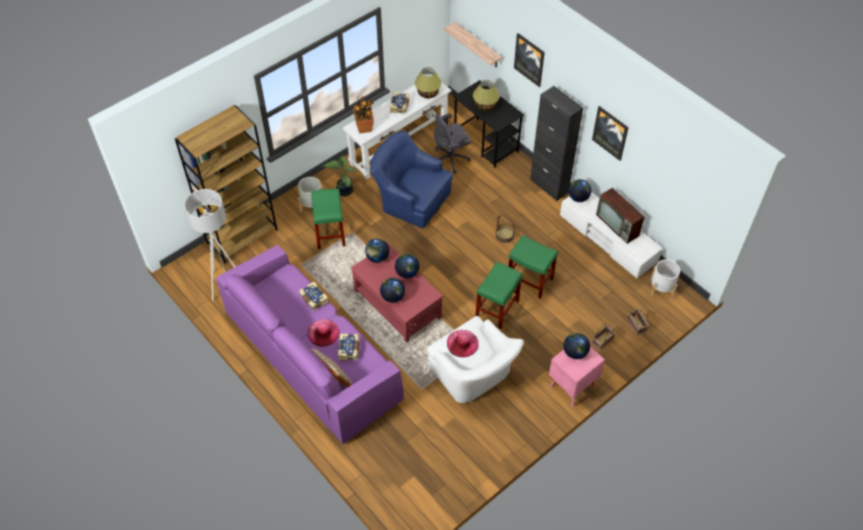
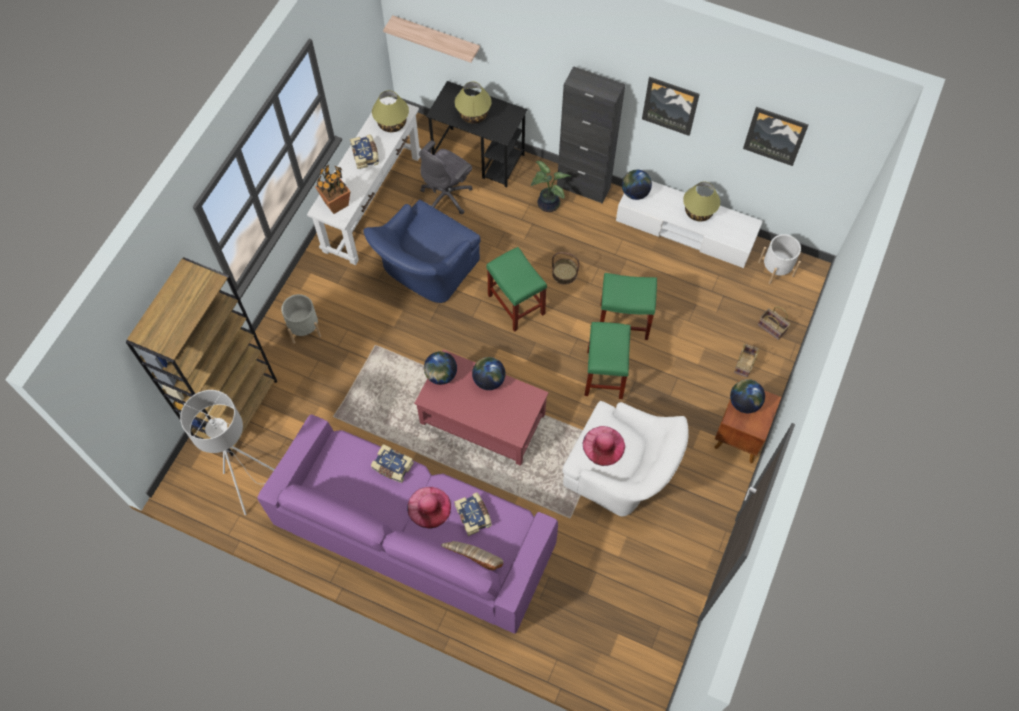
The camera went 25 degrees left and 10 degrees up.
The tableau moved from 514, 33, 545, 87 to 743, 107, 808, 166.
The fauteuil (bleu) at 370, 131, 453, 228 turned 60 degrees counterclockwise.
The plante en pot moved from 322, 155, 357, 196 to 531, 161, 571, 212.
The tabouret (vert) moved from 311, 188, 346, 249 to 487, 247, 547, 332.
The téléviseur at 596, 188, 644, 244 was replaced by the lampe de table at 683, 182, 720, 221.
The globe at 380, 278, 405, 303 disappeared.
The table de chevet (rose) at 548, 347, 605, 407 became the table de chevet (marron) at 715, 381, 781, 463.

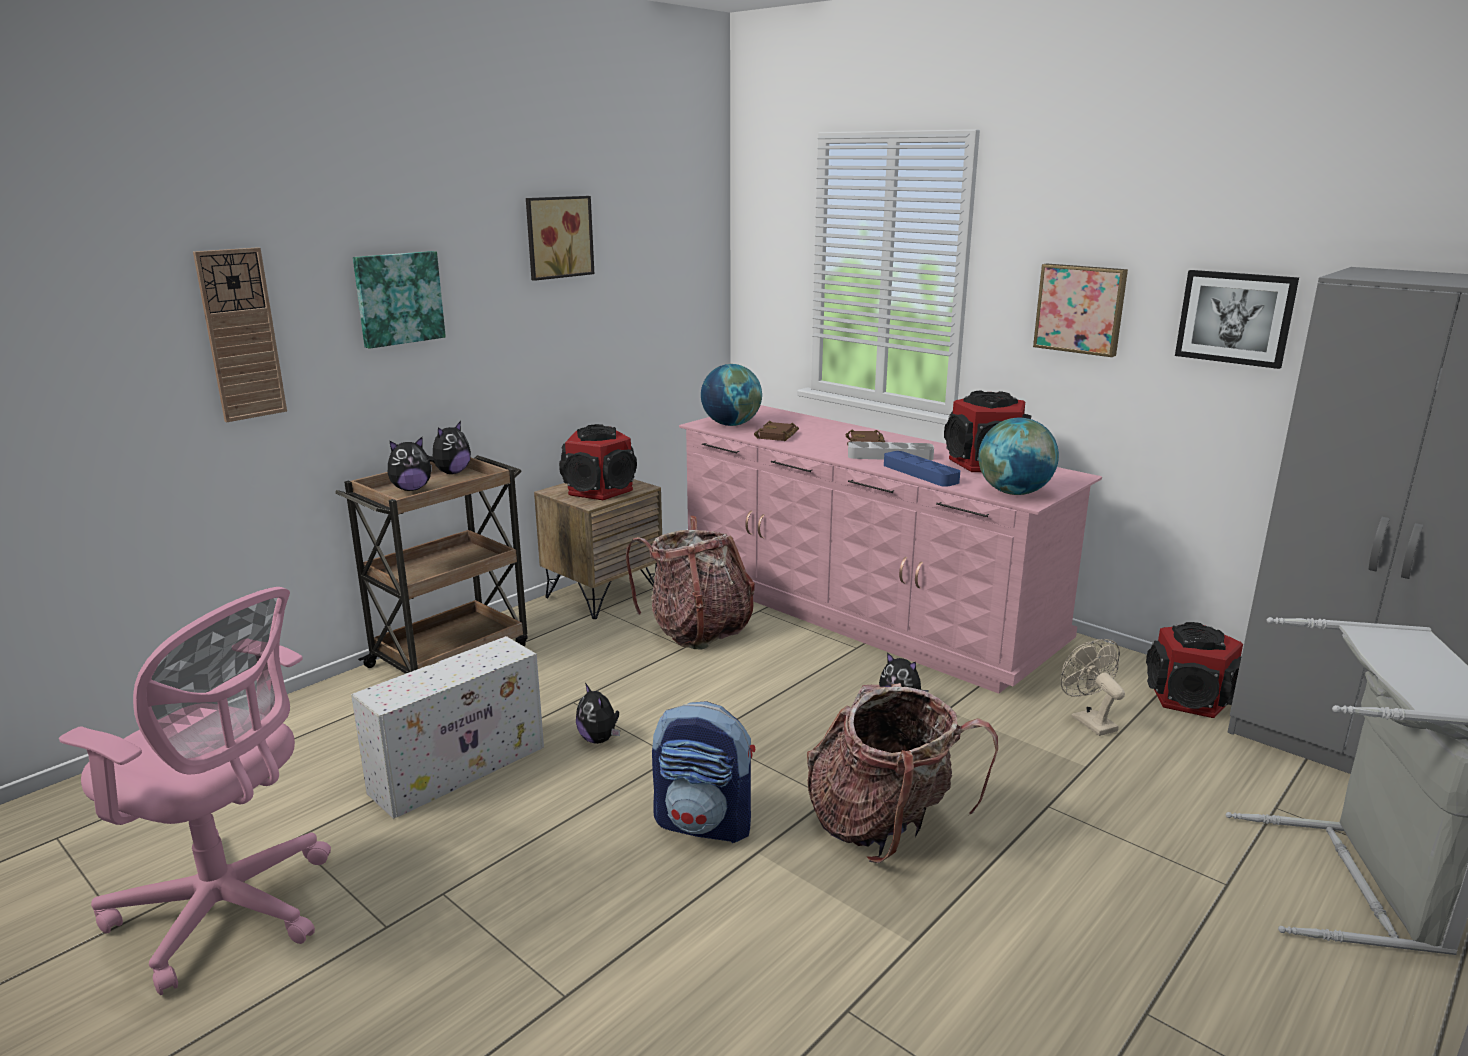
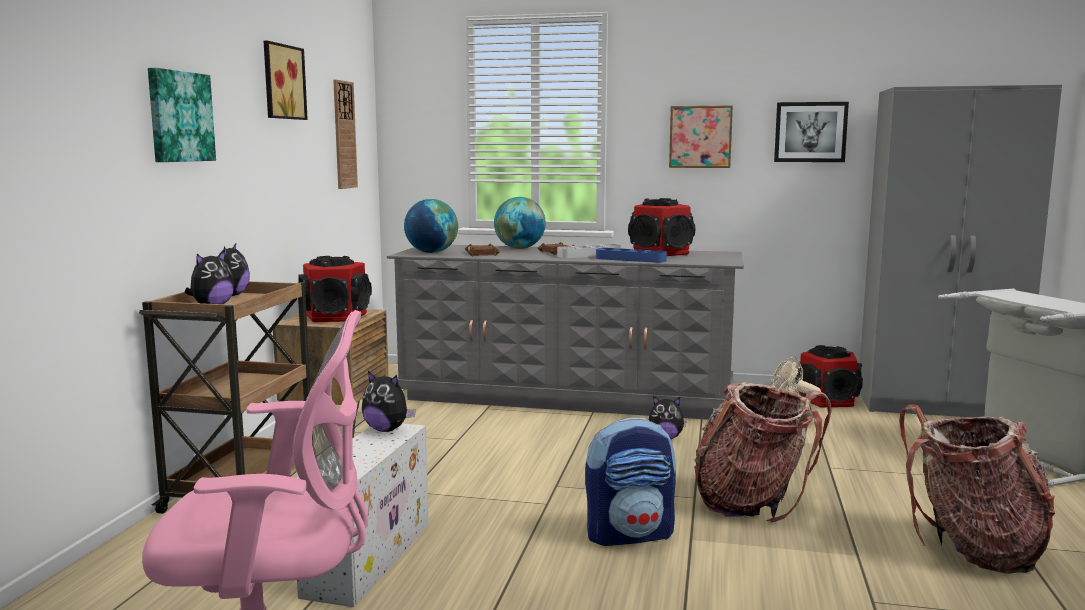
The camera went 30 degrees left and 10 degrees down.
The horloge murale moved from 193, 247, 287, 422 to 333, 80, 358, 189.
The commode (rose) at 679, 405, 1102, 694 became the commode (gris) at 387, 245, 744, 420.
The globe moved from 978, 418, 1059, 495 to 494, 197, 546, 249.
The sac à dos moved from 626, 516, 755, 649 to 899, 404, 1055, 574.
The peluche moved from 576, 683, 620, 744 to 362, 371, 416, 432.

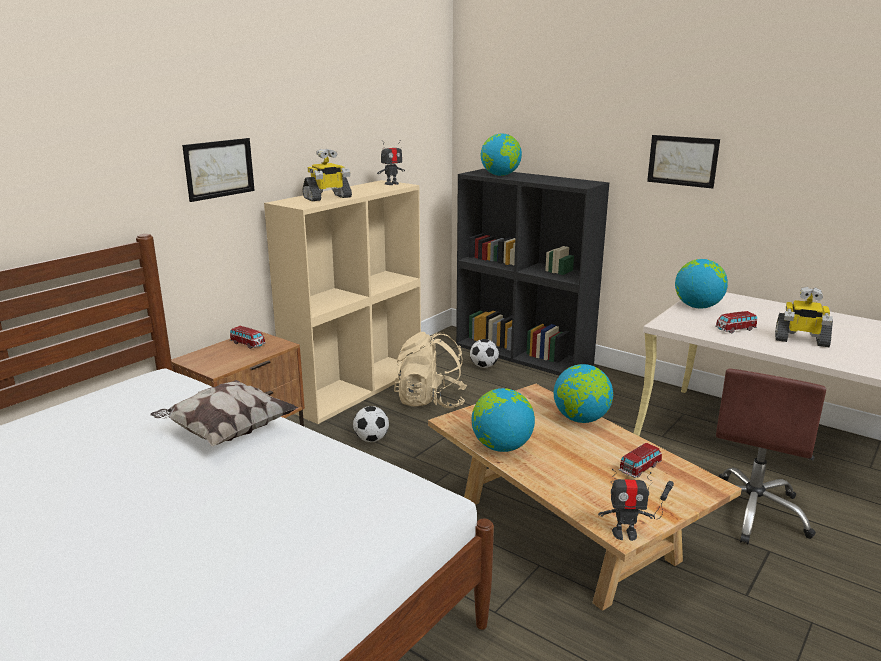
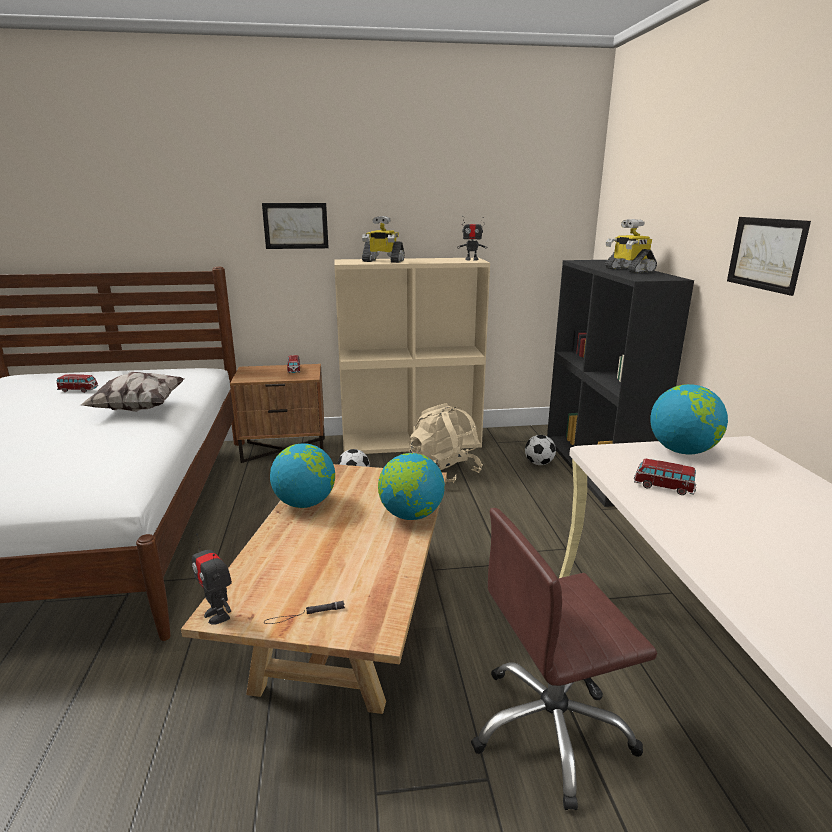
The camera went 45 degrees right and 0 degrees up.
The globe at 481, 133, 522, 176 disappeared.
The robot jouet moved from 775, 287, 833, 347 to 605, 219, 657, 273.
The petite voiture moved from 618, 443, 662, 478 to 56, 374, 99, 393.

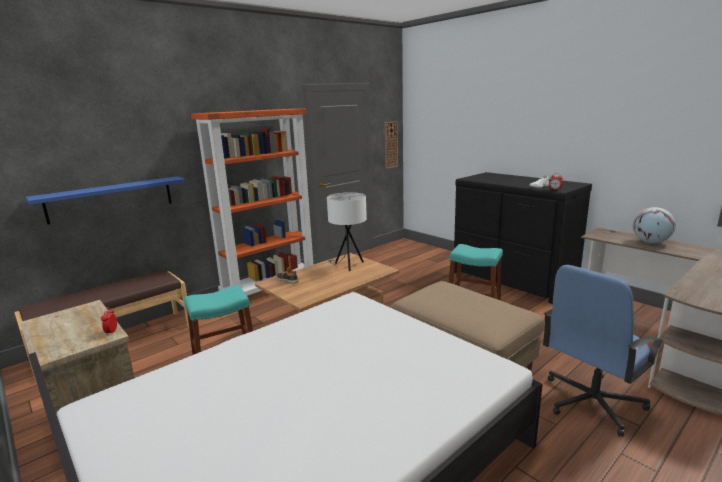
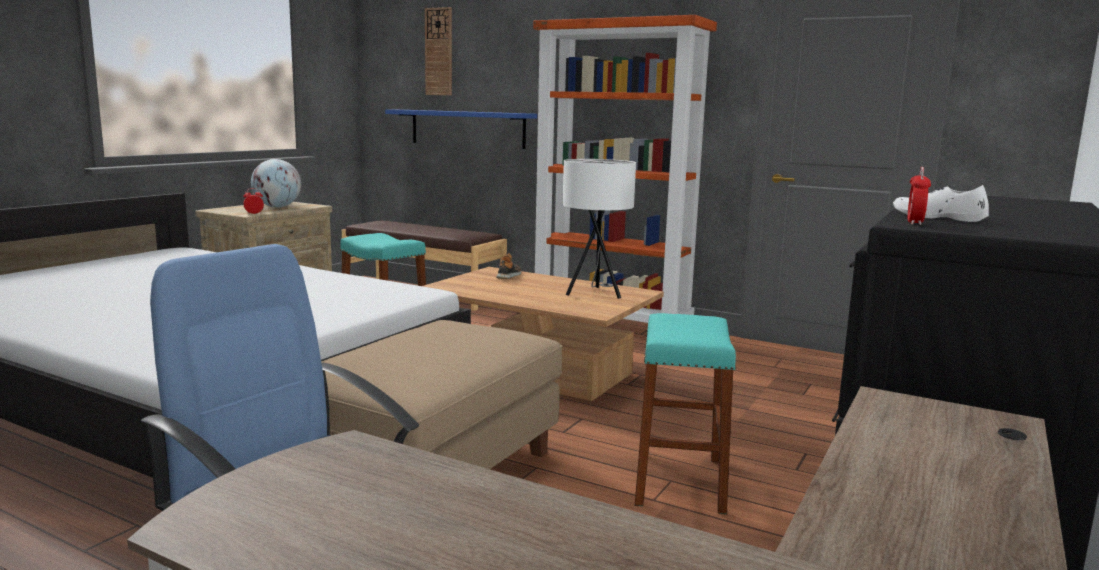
The camera went 70 degrees right and 5 degrees down.
The horloge murale moved from 385, 121, 398, 169 to 425, 7, 452, 95.
The globe moved from 633, 207, 676, 243 to 251, 159, 301, 207.

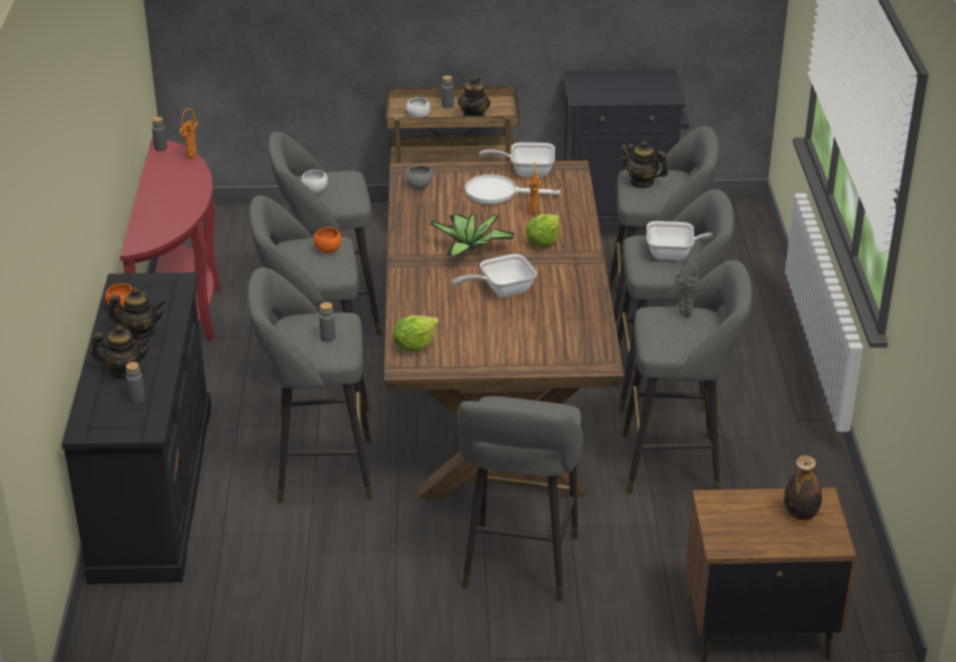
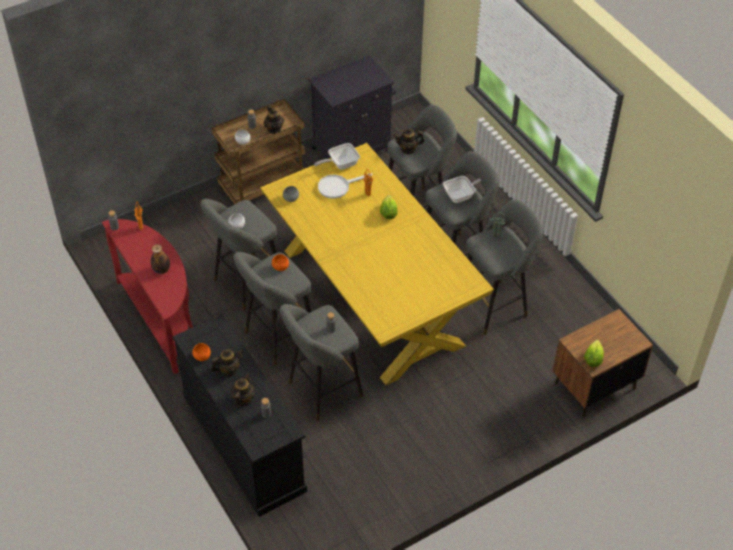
The camera went 30 degrees left and 15 degrees up.
The table à manger (marron) at 384, 161, 624, 499 became the table à manger (jaune) at 260, 143, 494, 385.
The plante en pot at 431, 214, 515, 257 disappeared.
The poêle at 452, 254, 537, 297 disappeared.
The laitue moved from 393, 315, 439, 352 to 584, 340, 604, 367.
The théière at 91, 325, 150, 378 turned 45 degrees counterclockwise.
The tabouret (gris) at 458, 396, 584, 602 disappeared.
The bouteille moved from 784, 455, 822, 520 to 150, 244, 170, 274.

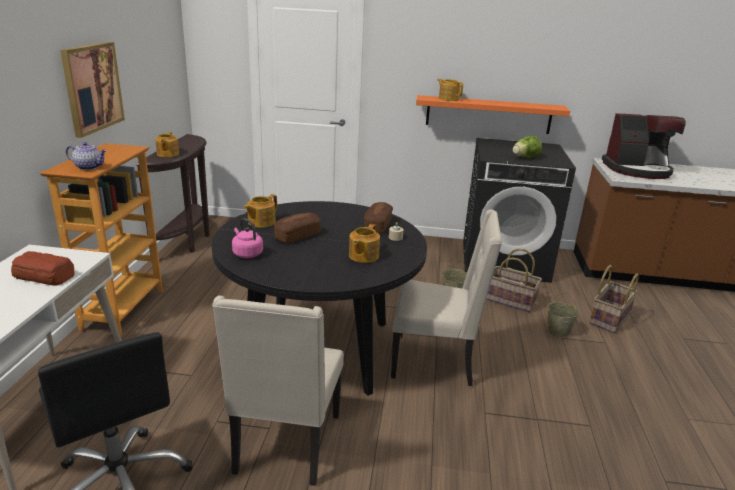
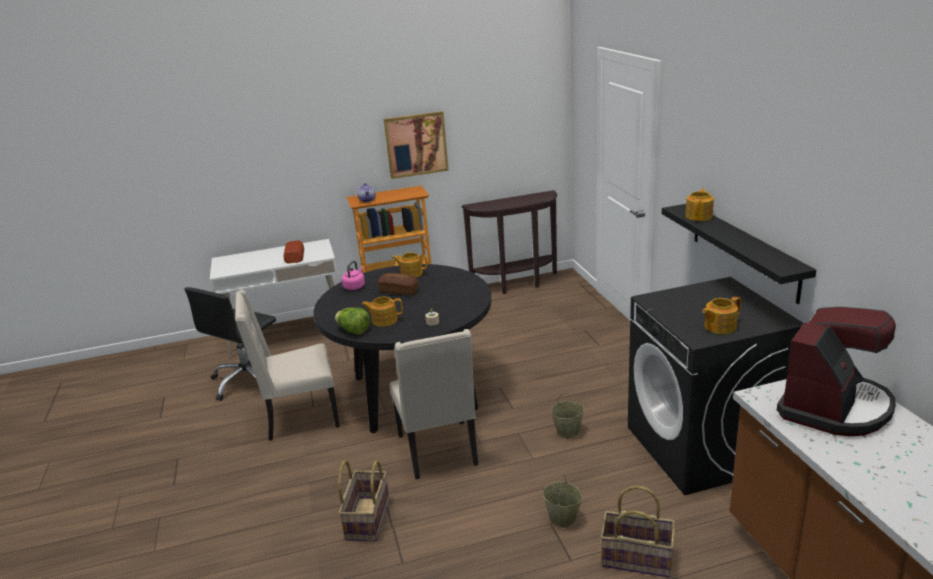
The camera went 70 degrees right and 0 degrees up.
The étagère (orange) at 416, 95, 570, 134 became the étagère (noir) at 662, 204, 816, 304.
The machine à café at 602, 113, 686, 179 turned 120 degrees counterclockwise.
The théière moved from 155, 132, 179, 157 to 702, 296, 741, 334.
The laitue moved from 513, 136, 542, 158 to 335, 308, 370, 335.
The pain at 364, 202, 393, 233 disappeared.
The panier moved from 486, 248, 542, 313 to 338, 460, 390, 541.

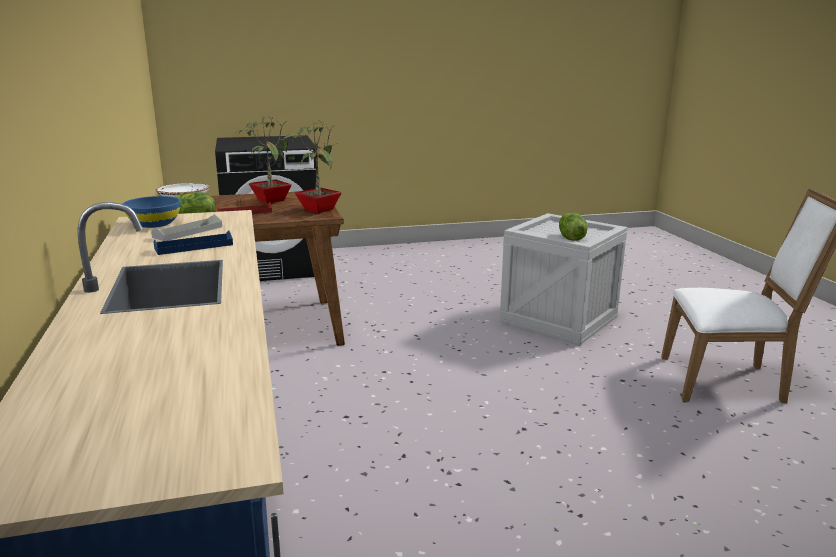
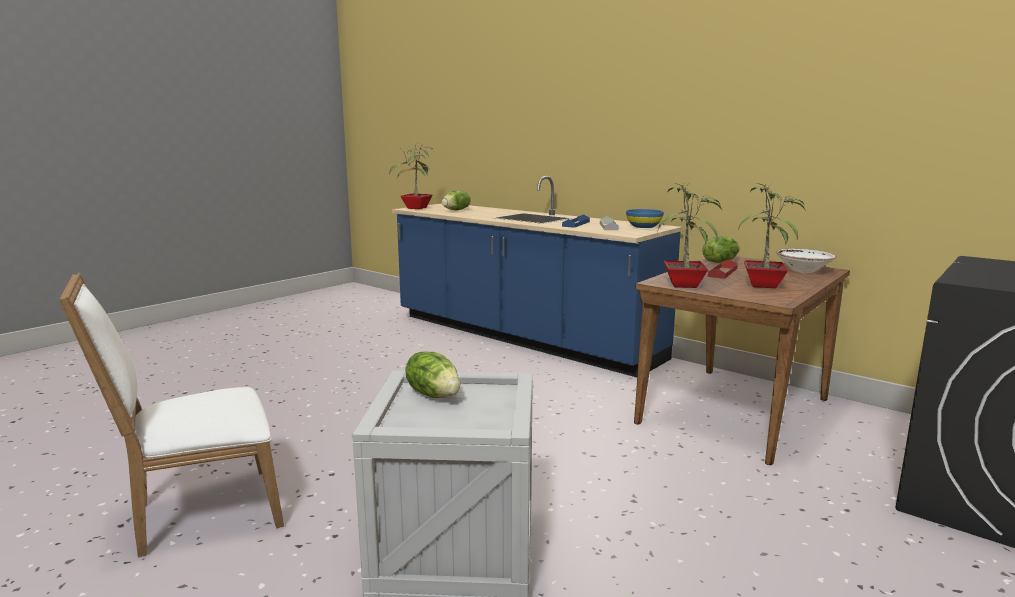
The camera went 145 degrees right and 5 degrees down.
The plante en pot at 389, 143, 434, 209 appeared.
The laitue at 442, 190, 471, 210 appeared.

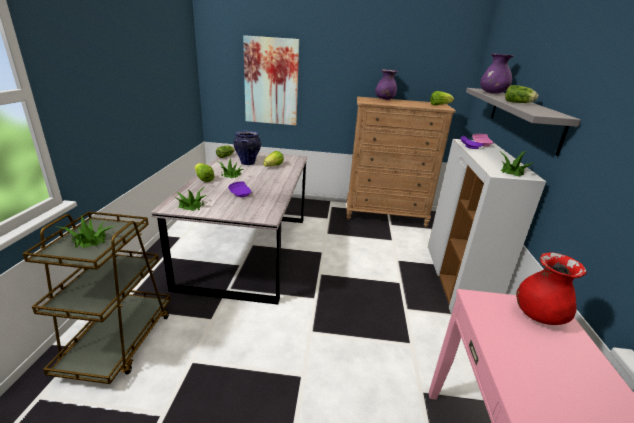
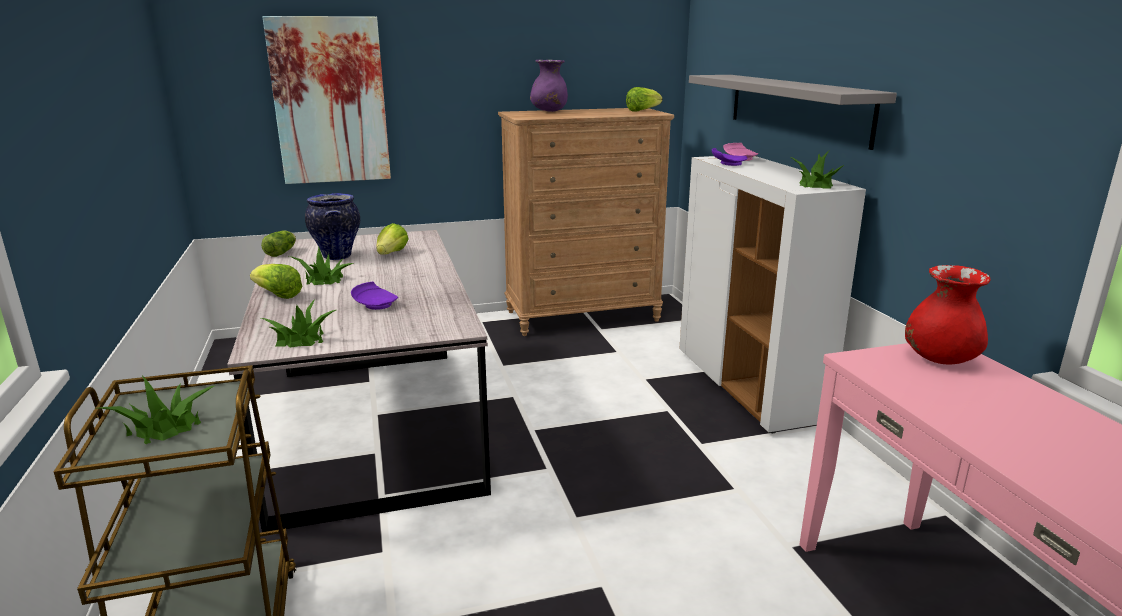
The camera went 20 degrees left and 5 degrees down.
The vase (violet) at 480, 54, 514, 94 disappeared.
The laitue at 505, 85, 538, 103 disappeared.

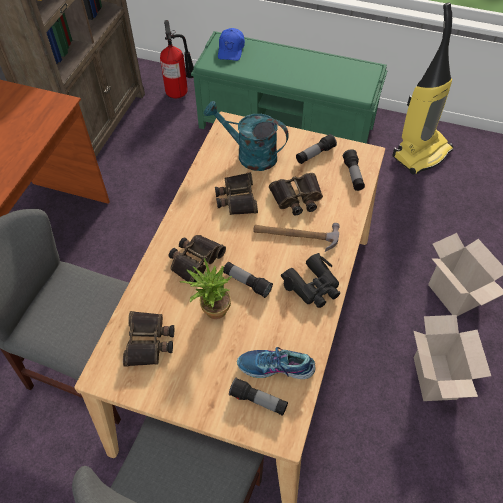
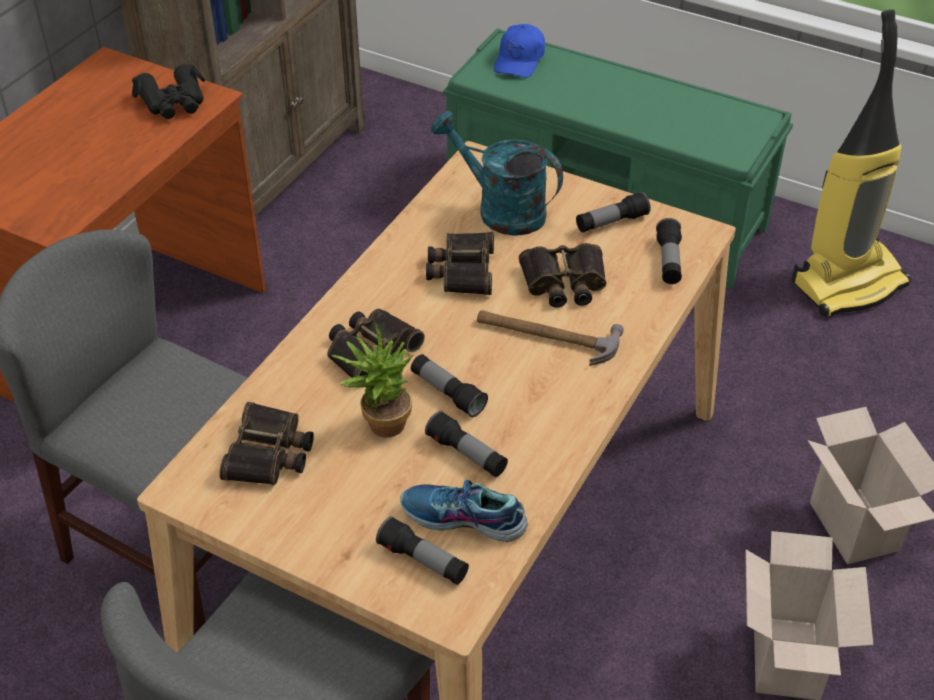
The camera went 10 degrees right and 10 degrees down.
The extincteur at 160, 20, 194, 98 disappeared.
The jumelles (noir) moved from 281, 253, 340, 308 to 132, 64, 205, 119.
The lampe de poche at 425, 411, 508, 477 appeared.

